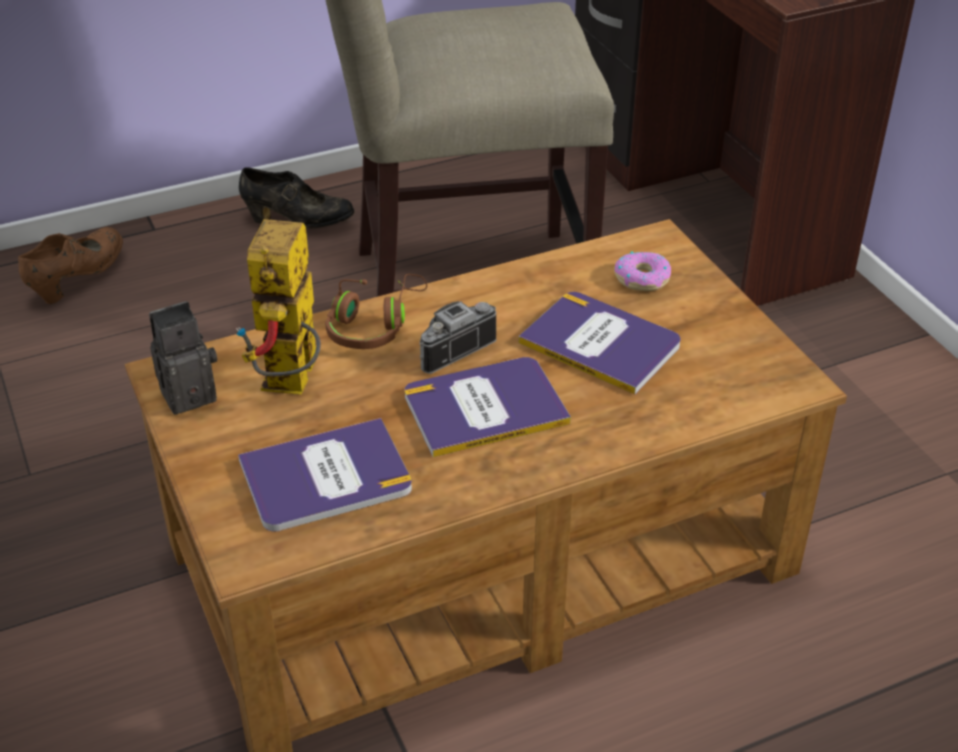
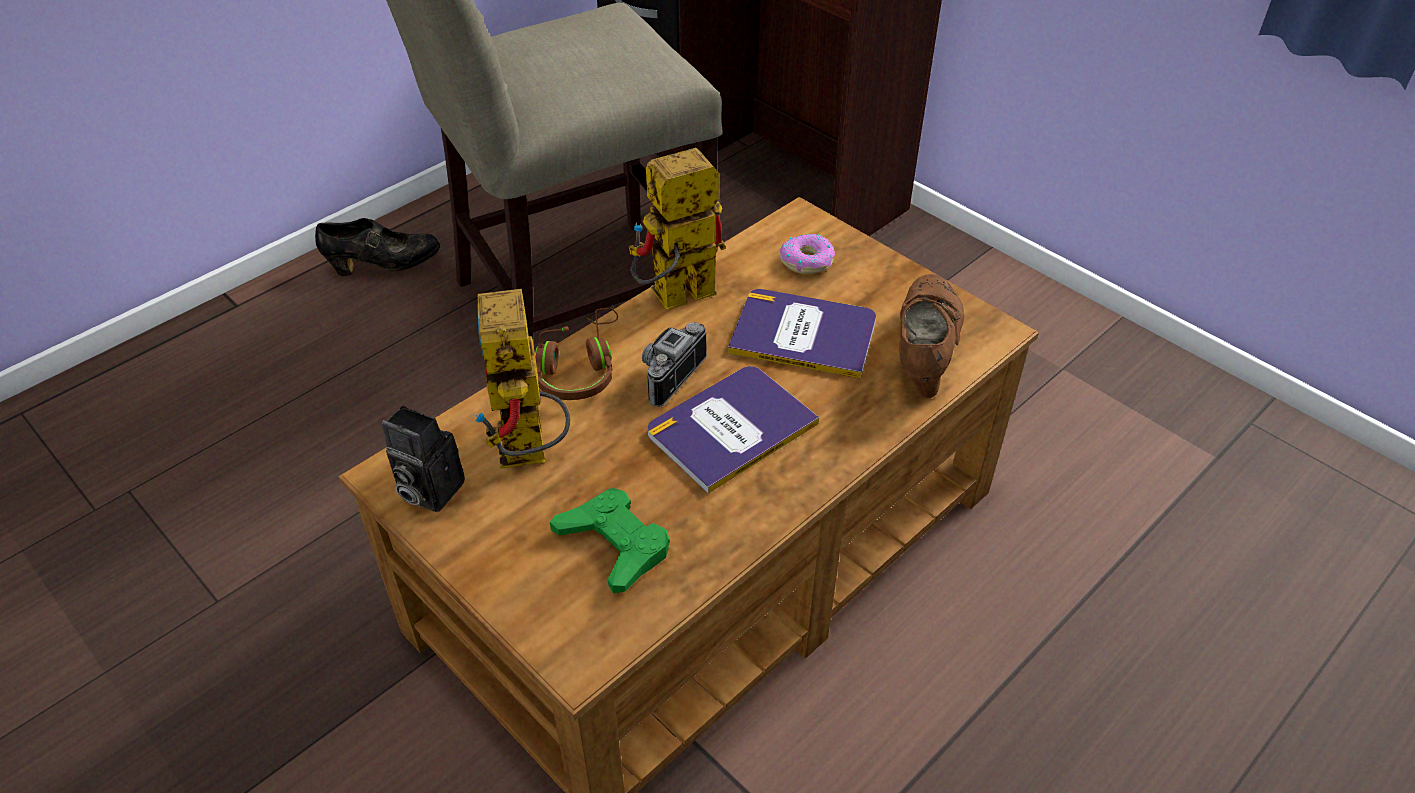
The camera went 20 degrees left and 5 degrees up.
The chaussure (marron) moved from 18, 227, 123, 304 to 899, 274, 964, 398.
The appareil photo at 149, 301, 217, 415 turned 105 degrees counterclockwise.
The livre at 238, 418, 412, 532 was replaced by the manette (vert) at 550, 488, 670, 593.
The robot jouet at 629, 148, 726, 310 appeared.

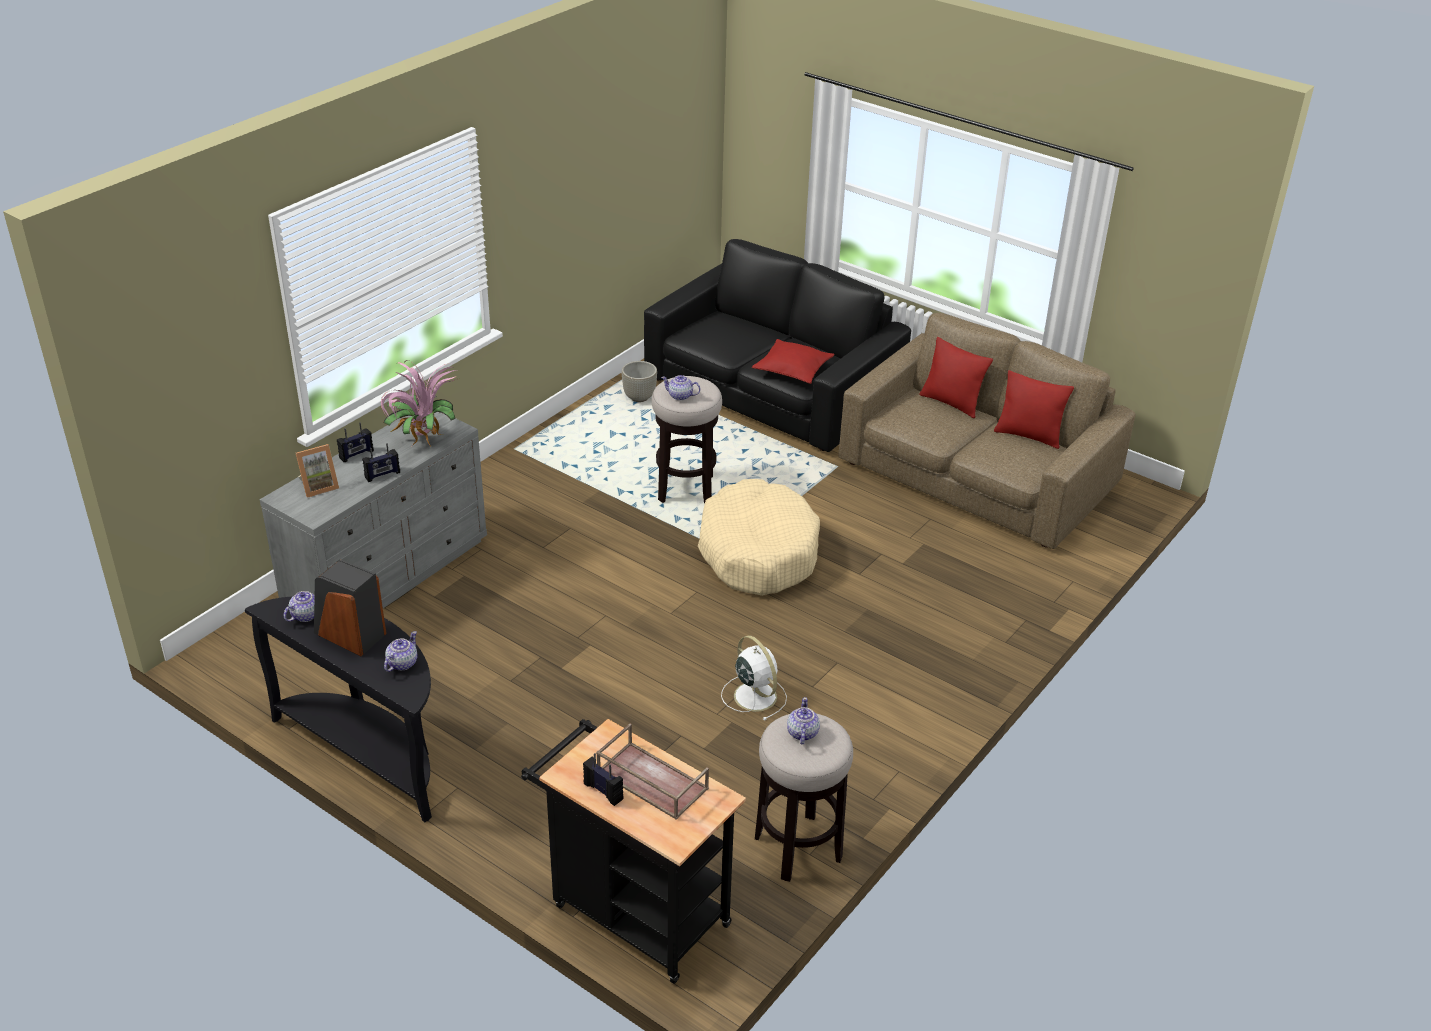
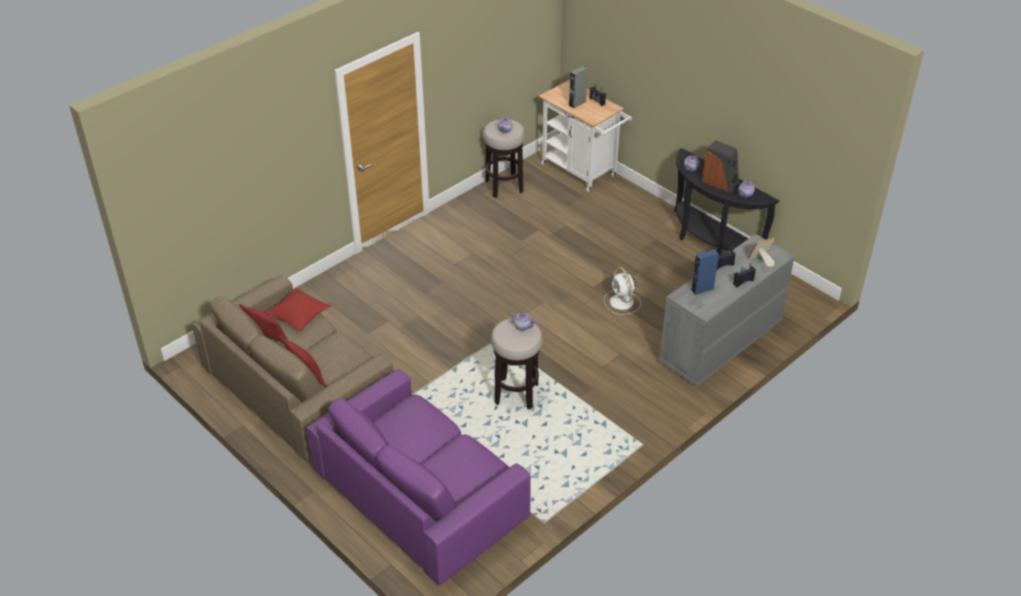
The camera went 170 degrees left and 5 degrees up.
The canapé (noir) at 644, 239, 911, 452 became the canapé (violet) at 306, 369, 531, 586.
The coussin (rouge) moved from 752, 339, 835, 384 to 265, 288, 331, 331.
The plante en pot at 381, 360, 456, 447 was replaced by the enceinte (bleu) at 691, 249, 719, 295.
The cache-pot (gris) at 622, 361, 657, 402 disappeared.
The panier pour chien (beige) at 698, 479, 820, 596 disappeared.
The ventilateur (blanc) moved from 721, 635, 787, 721 to 604, 267, 641, 315.
The chariot (noir) at 521, 719, 746, 984 became the chariot (blanc) at 539, 80, 632, 192.
The plateau (marron) at 596, 724, 709, 820 was replaced by the enceinte (gris) at 568, 66, 588, 108.

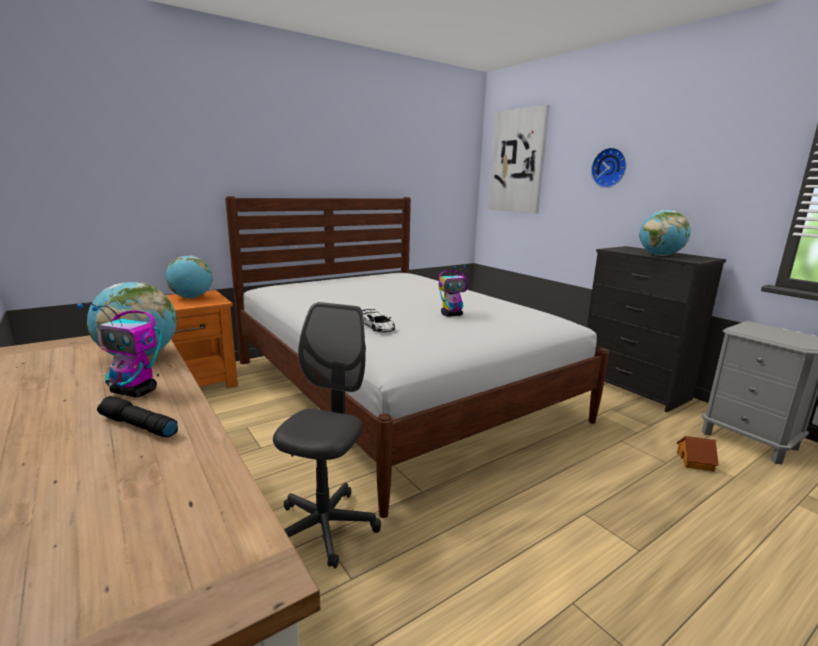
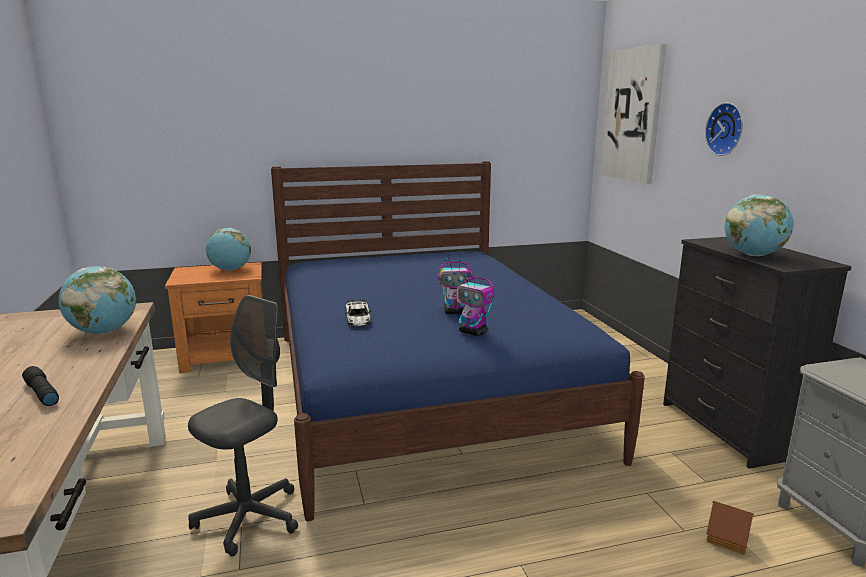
The camera went 20 degrees right and 0 degrees up.
The lit (blanc) at 225, 196, 609, 518 became the lit (bleu) at 271, 161, 645, 521.
The robot jouet moved from 77, 303, 162, 397 to 453, 271, 494, 336.

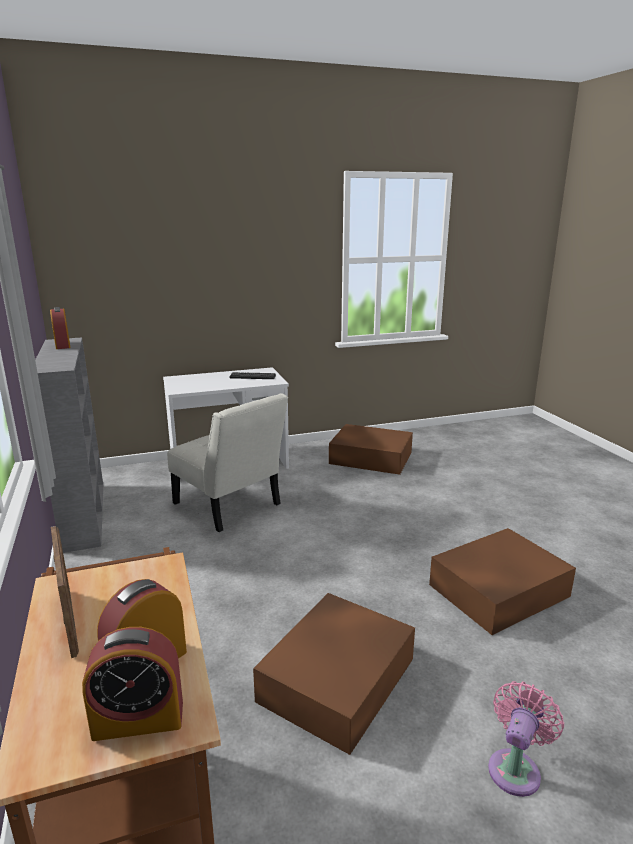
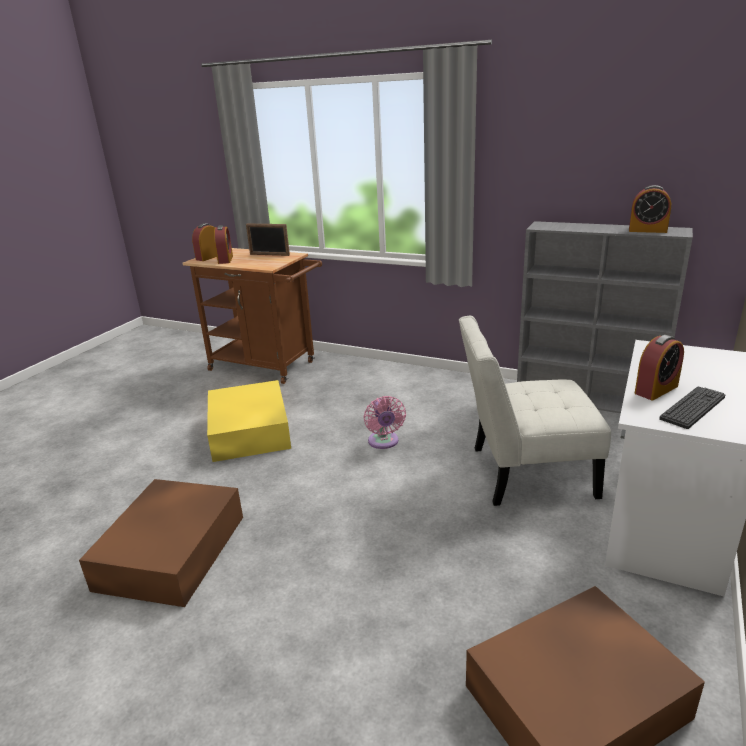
The camera went 135 degrees right and 5 degrees up.
The boîte de rangement (marron) at 253, 593, 415, 755 became the boîte de rangement (jaune) at 207, 380, 291, 462.
The ventilateur (rose) moved from 488, 681, 564, 797 to 363, 396, 406, 449.
The réveil at 635, 335, 684, 400 appeared.

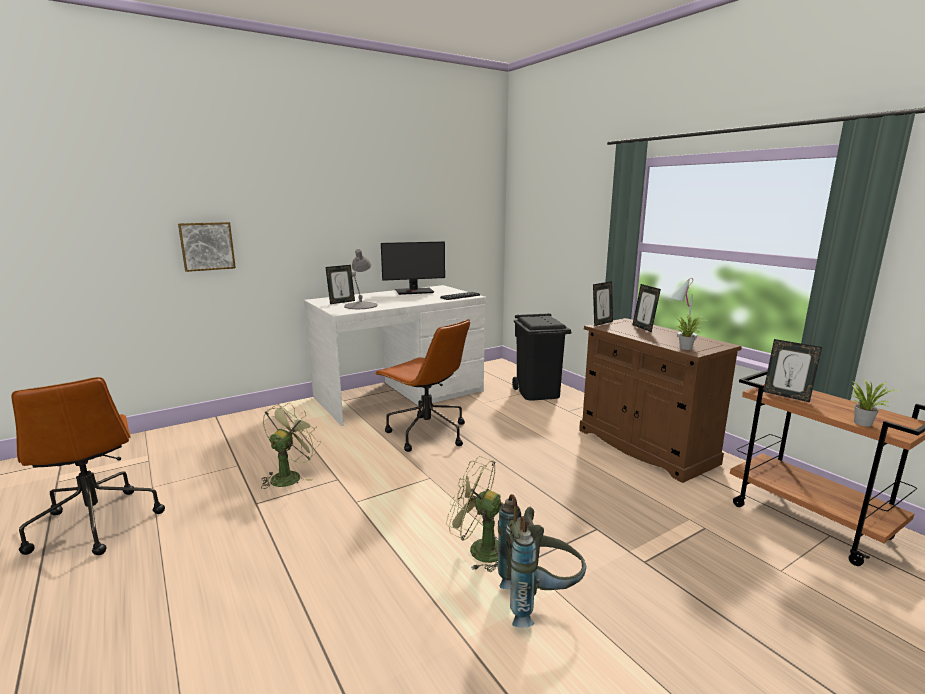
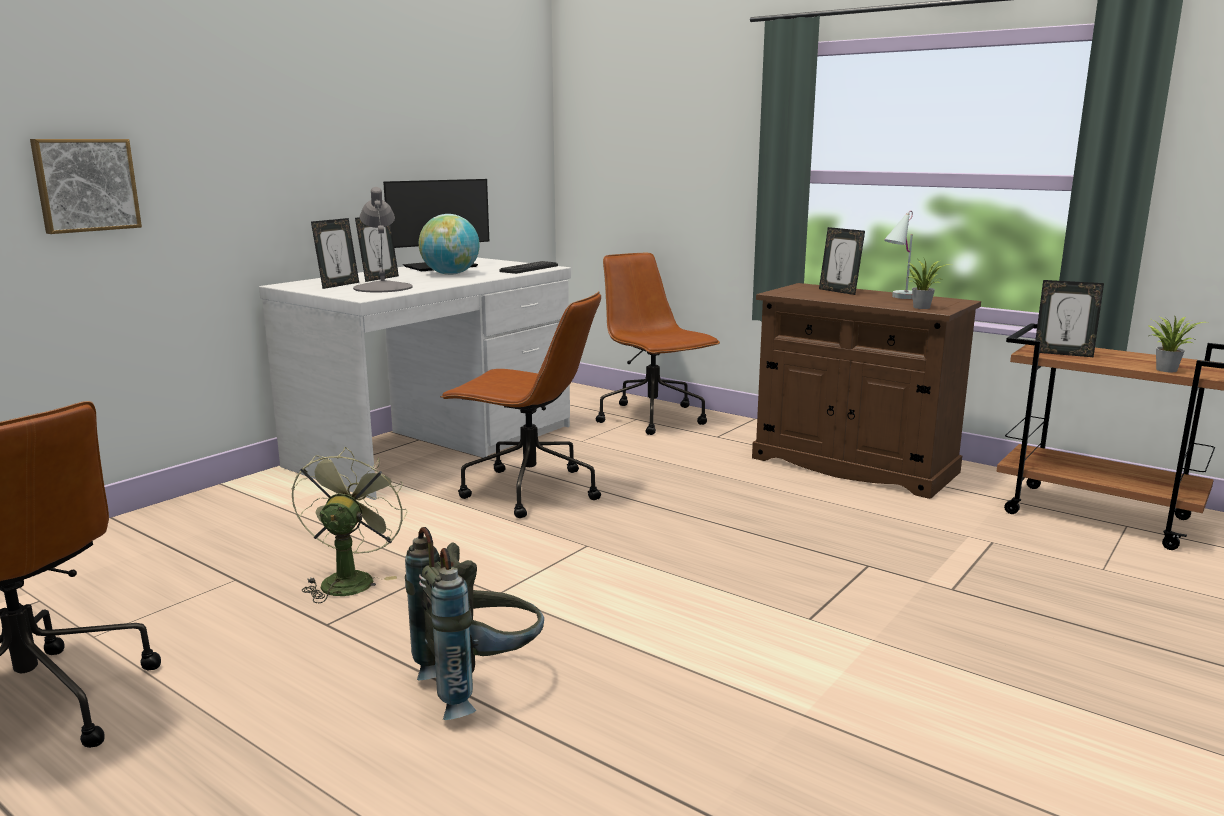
The camera went 20 degrees left and 0 degrees up.
The cadre photo moved from 593, 281, 613, 326 to 355, 217, 399, 282.
The poubelle (noir) at 512, 313, 571, 401 was replaced by the chaise de bureau (marron) at 596, 253, 720, 435.
The ventilateur (vert) at 446, 456, 503, 572 disappeared.
The sac à dos (gris) moved from 498, 494, 586, 628 to 405, 527, 544, 720.
The globe at 419, 214, 480, 275 appeared.

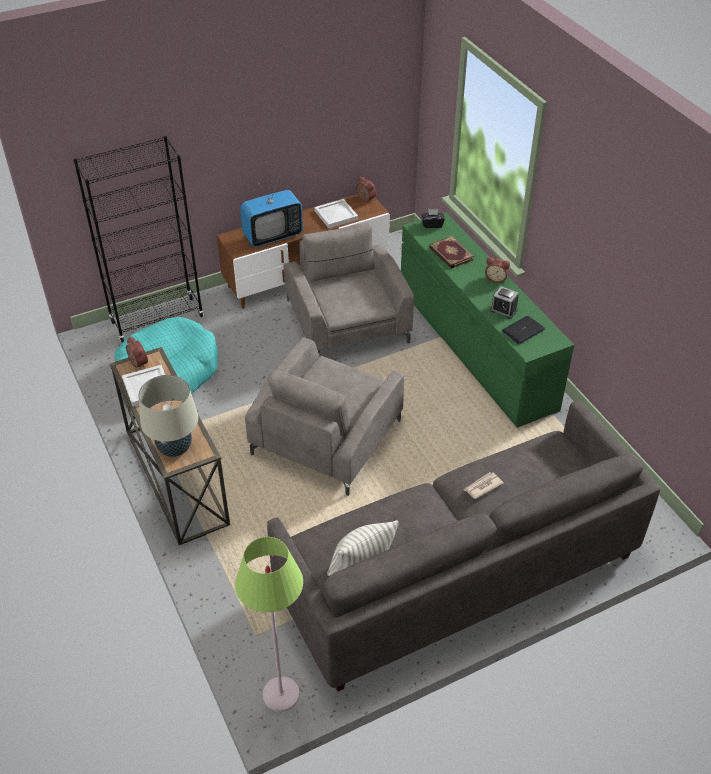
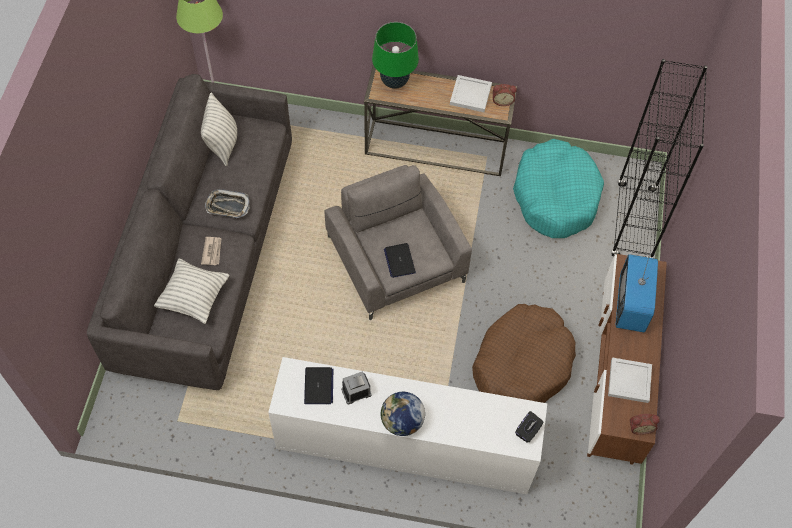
The camera went 125 degrees right and 15 degrees up.
The commode (vert) at 401, 212, 574, 428 became the commode (blanc) at 268, 357, 547, 494.
The fauteuil (gris) at 284, 222, 414, 353 was replaced by the panier pour chien (marron) at 472, 304, 576, 403.
The livre at 429, 236, 474, 268 disappeared.
The réveil at 485, 257, 510, 283 was replaced by the globe at 381, 392, 425, 436.
The lampe de table (beige) at 139, 375, 198, 457 became the lampe de table (vert) at 372, 22, 419, 89.
The plateau at 205, 189, 250, 218 appeared.
The ordinateur portable at 384, 243, 416, 278 appeared.
The coussin at 154, 258, 230, 324 appeared.

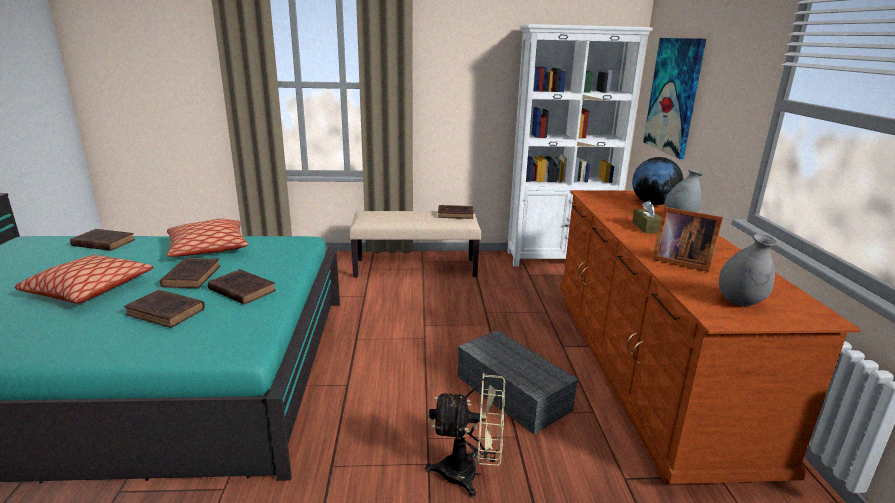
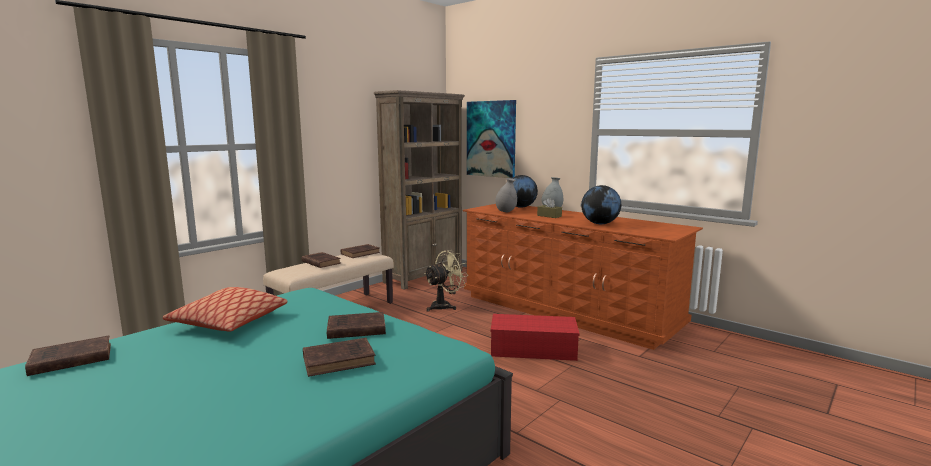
The camera went 45 degrees left and 10 degrees down.
The bibliothèque (blanc) at 507, 24, 653, 267 became the bibliothèque (marron) at 374, 90, 465, 290.
The cadre photo at 652, 207, 723, 272 was replaced by the globe at 581, 185, 621, 224.
The vase (gris) moved from 719, 233, 777, 306 to 495, 178, 517, 212.
The coussin at 15, 255, 153, 303 disappeared.
The livre (marron) moved from 160, 258, 220, 288 to 302, 252, 341, 268.
The boîte de rangement (gris) at 458, 330, 579, 434 became the boîte de rangement (rouge) at 491, 314, 579, 361.
The ventilateur (beige) moved from 425, 373, 505, 498 to 424, 250, 467, 312.

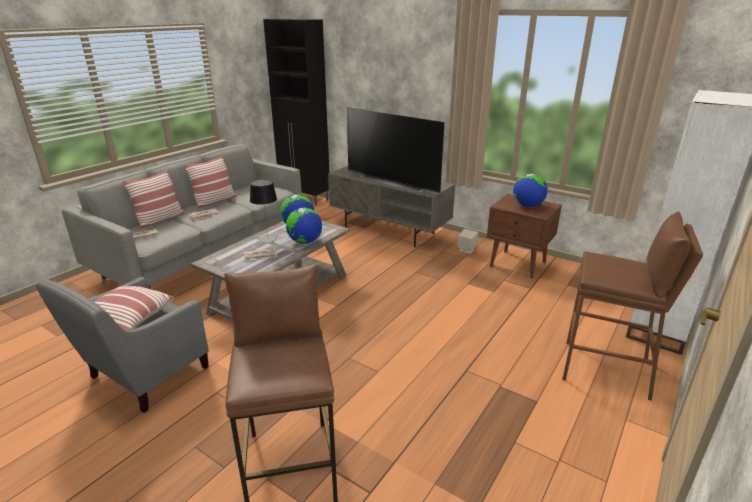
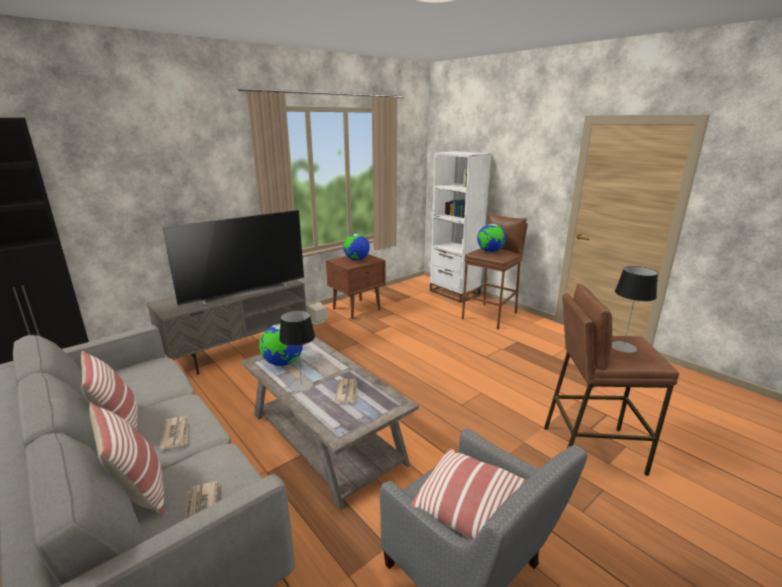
The camera went 75 degrees left and 5 degrees down.
The globe moved from 286, 208, 322, 244 to 477, 224, 506, 252.
The lampe de table at 612, 266, 658, 353 appeared.

